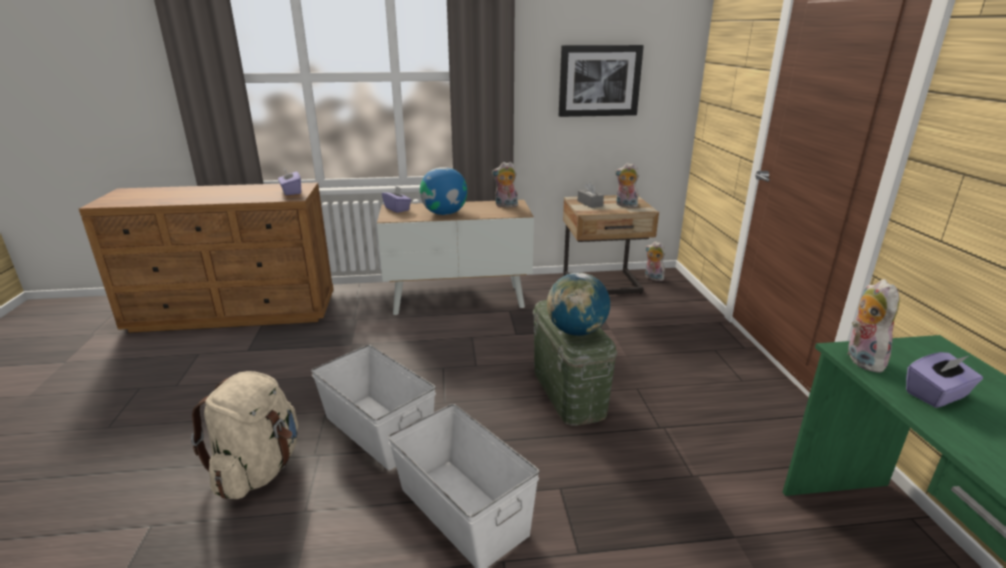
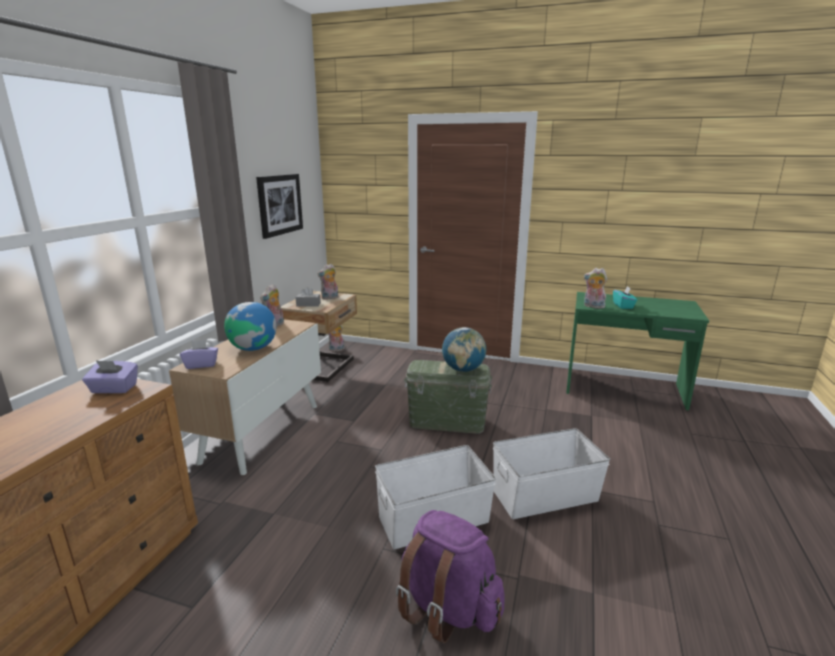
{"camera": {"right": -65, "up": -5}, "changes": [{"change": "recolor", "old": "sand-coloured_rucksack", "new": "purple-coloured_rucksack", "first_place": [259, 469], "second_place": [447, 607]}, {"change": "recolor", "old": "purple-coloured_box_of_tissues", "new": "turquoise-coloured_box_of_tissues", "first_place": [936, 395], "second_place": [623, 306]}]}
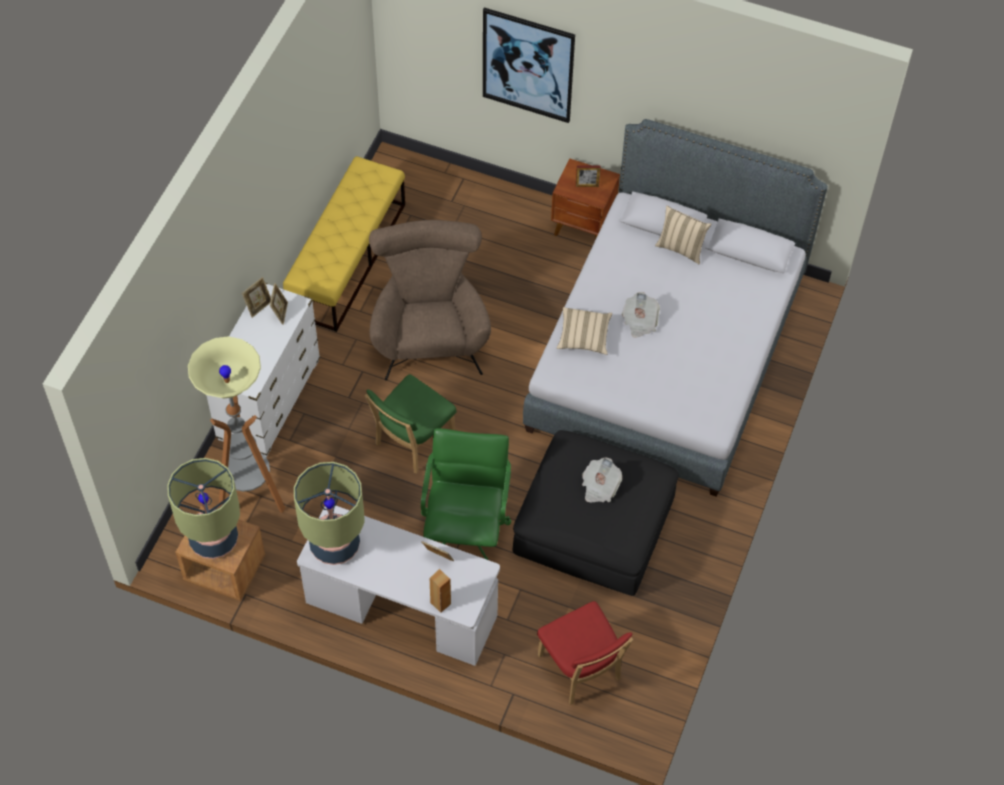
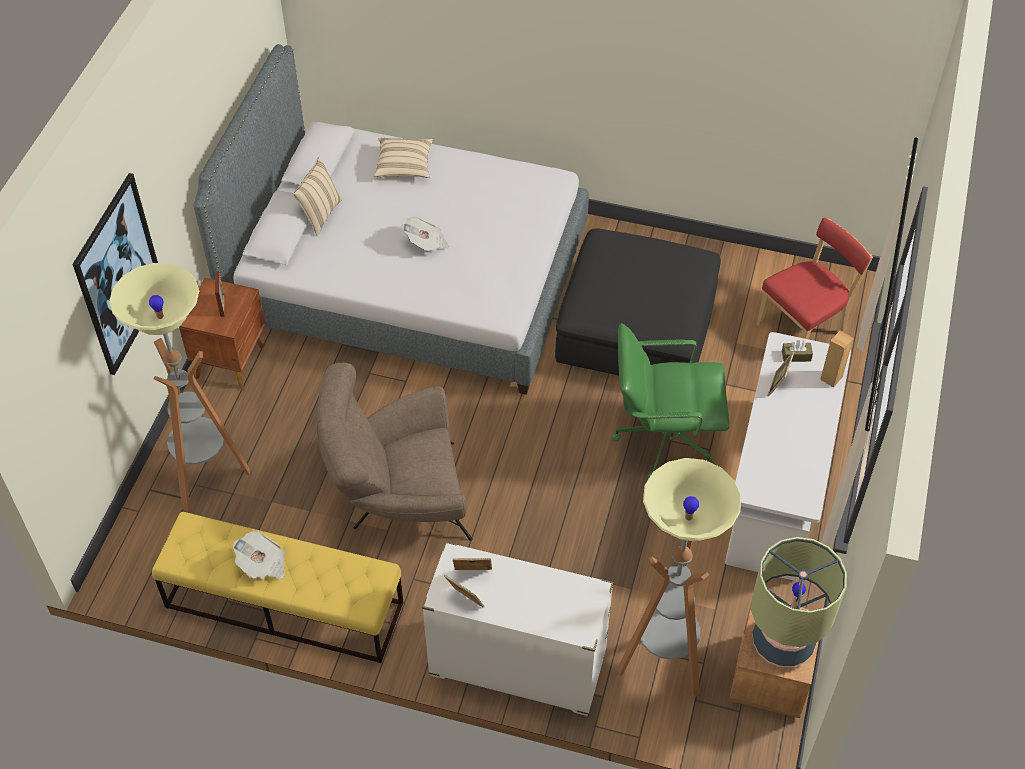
{"camera": {"right": -95, "up": -5}, "changes": [{"change": "delete", "old": "lamp_for_a_table", "first_place": [335, 544]}, {"change": "delete", "old": "green_plain_chair", "first_place": [412, 442]}, {"change": "insert", "new": "standard_lamp", "second_place": [206, 476]}, {"change": "insert", "new": "brown_box_of_tissues", "second_place": [796, 356]}, {"change": "move", "old": "sand-coloured_throw_pillow", "first_place": [584, 336], "second_place": [404, 166]}, {"change": "move", "old": "newspaper", "first_place": [599, 487], "second_place": [263, 564]}]}
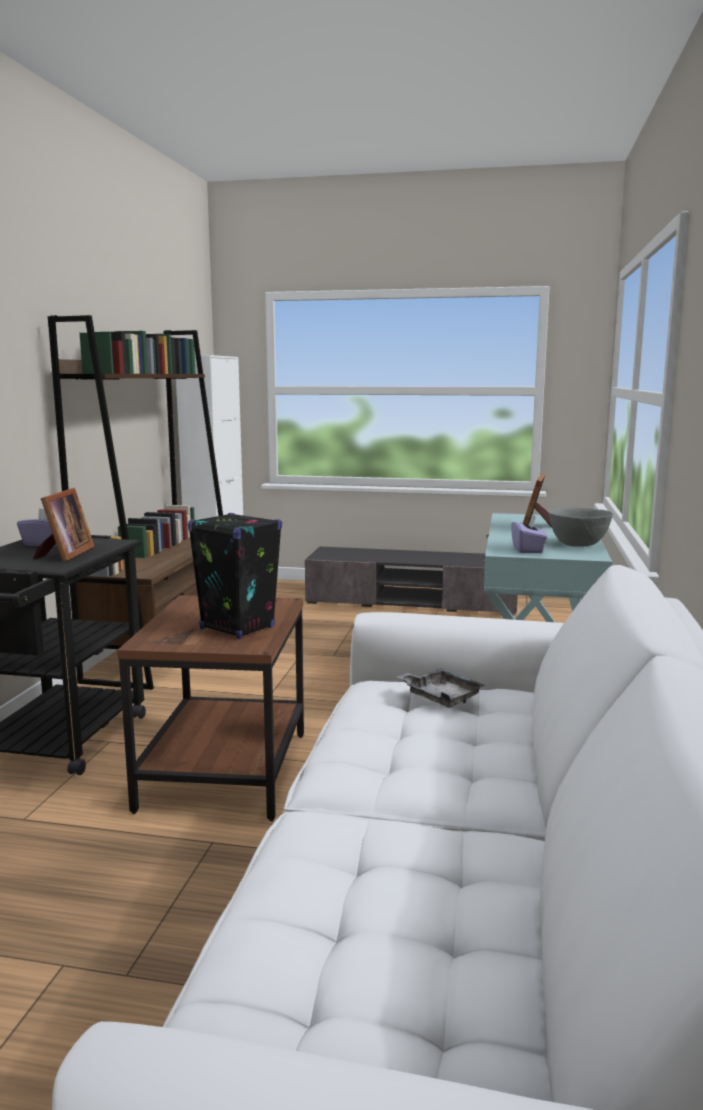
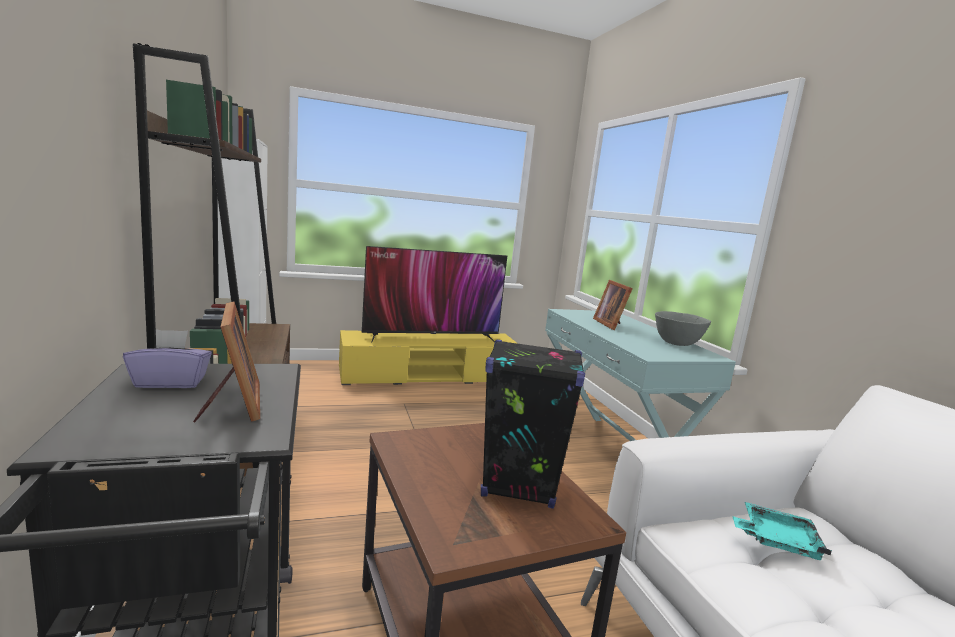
{"camera": {"right": -30, "up": 0}, "changes": [{"change": "delete", "old": "purple-coloured_box_of_tissues", "first_place": [528, 549]}, {"change": "insert", "new": "TV", "second_place": [432, 337]}, {"change": "recolor", "old": "greyish_tv_unit", "new": "yellowish_tv_unit", "first_place": [412, 601], "second_place": [429, 375]}, {"change": "recolor", "old": "greyish_serving_tray", "new": "turquoise-coloured_serving_tray", "first_place": [441, 696], "second_place": [776, 540]}]}
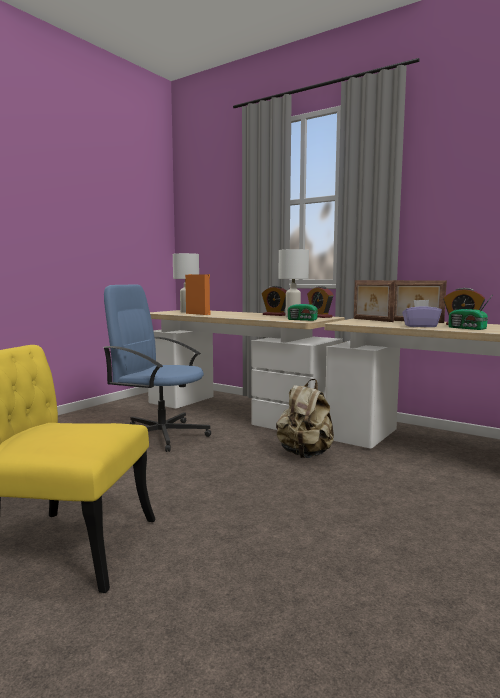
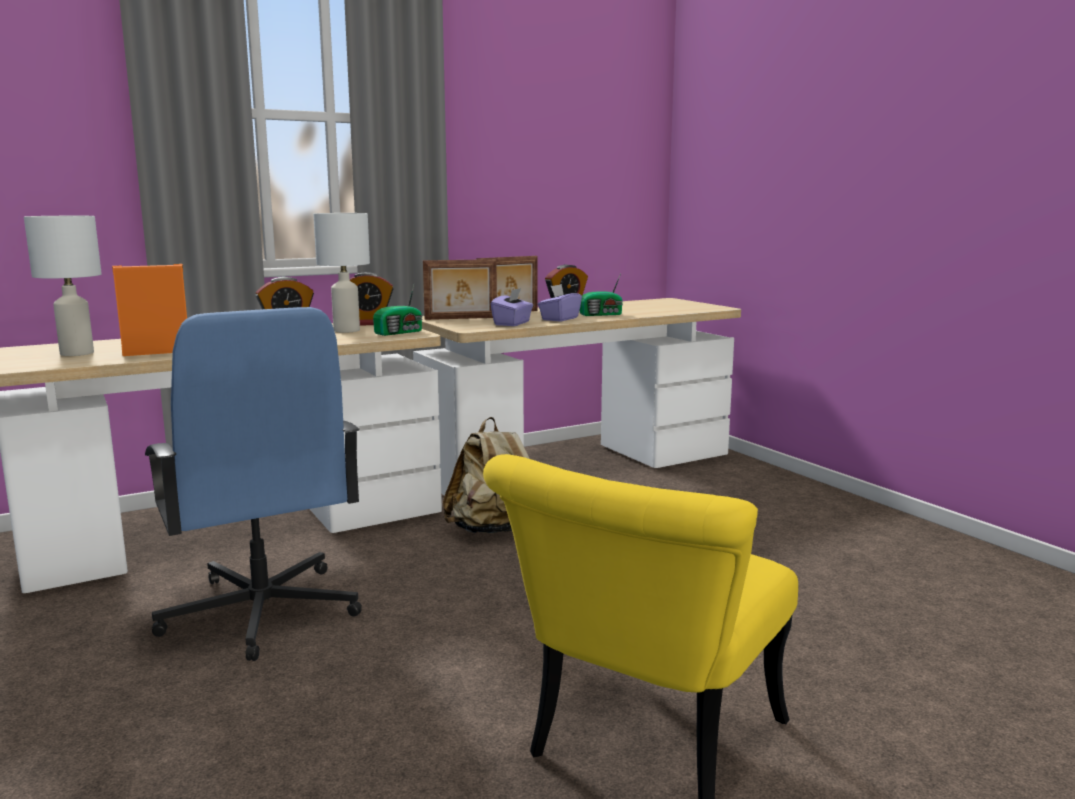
{"camera": {"right": -65, "up": 5}, "changes": [{"change": "insert", "new": "purple-coloured_box_of_tissues", "second_place": [512, 323]}, {"change": "rotate", "old": "blue-coloured_desk_chair", "first_place": [161, 435], "second_place": [261, 613], "degrees": -75}]}
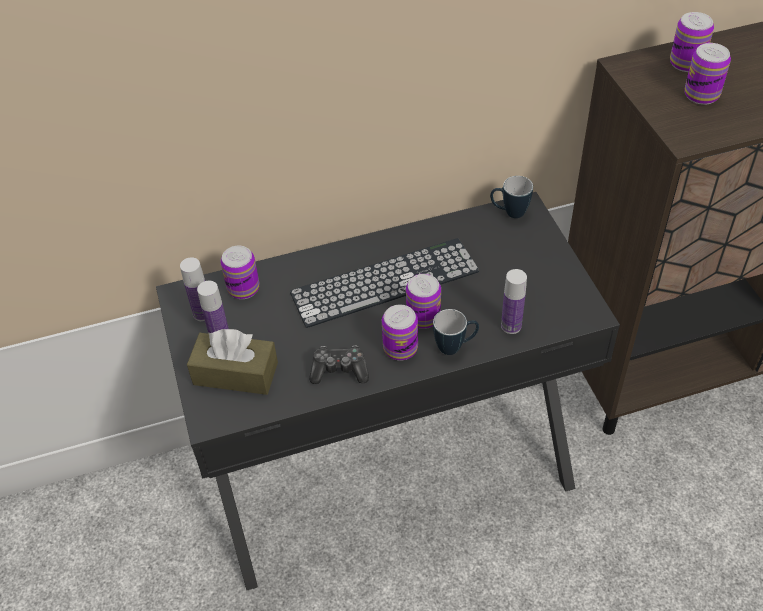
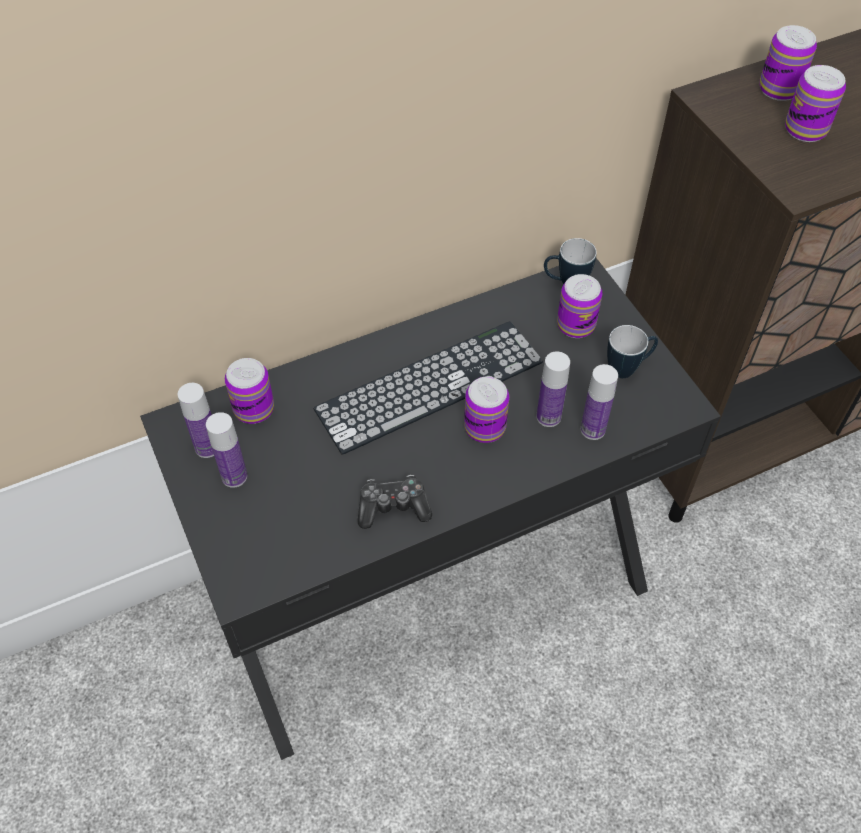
{"camera": {"right": -10, "up": 5}, "changes": [{"change": "delete", "old": "brown_box_of_tissues", "first_place": [235, 373]}, {"change": "insert", "new": "bottle", "second_place": [548, 417]}, {"change": "move", "old": "can", "first_place": [400, 348], "second_place": [576, 325]}, {"change": "move", "old": "tea_mug", "first_place": [455, 347], "second_place": [628, 368]}]}
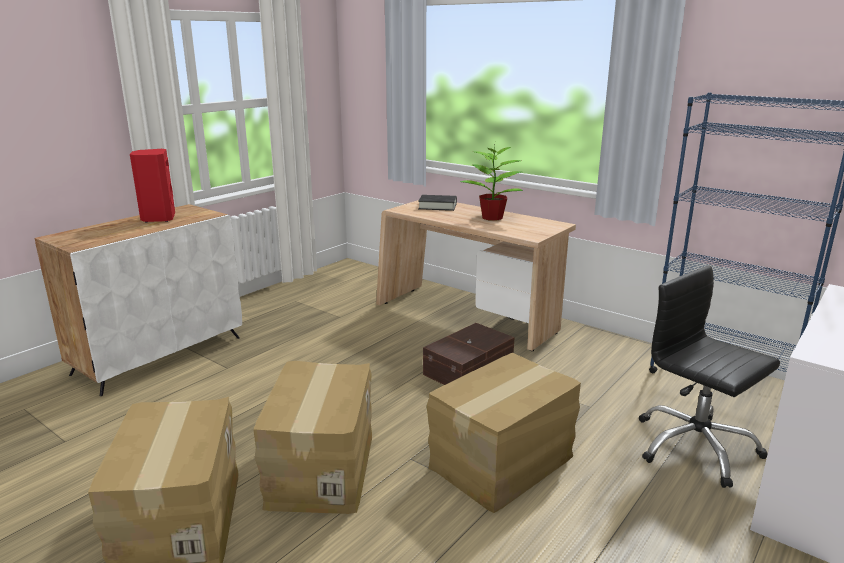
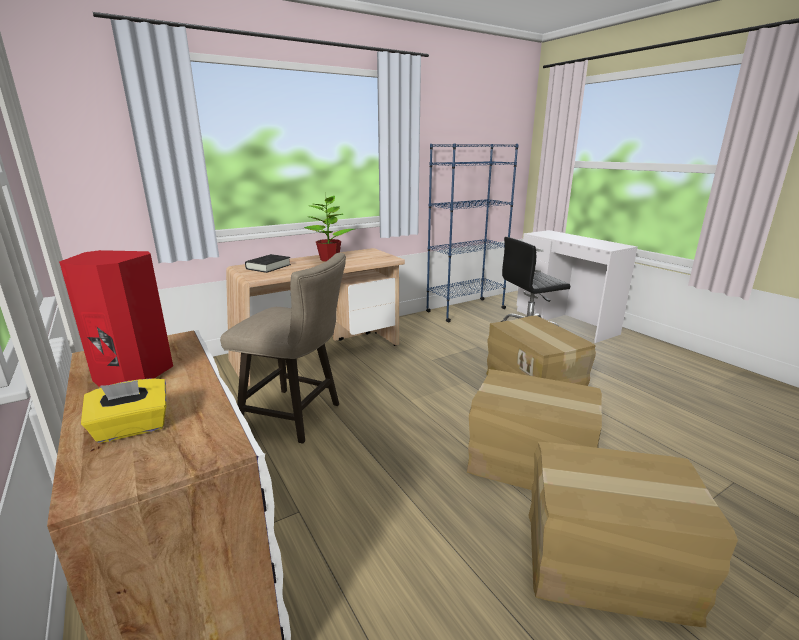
{"camera": {"right": -70, "up": 0}, "changes": [{"change": "delete", "old": "brown_storage_container", "first_place": [470, 369]}, {"change": "insert", "new": "yellowish_box_of_tissues", "second_place": [132, 428]}, {"change": "insert", "new": "sand-coloured_sitting_stool", "second_place": [297, 417]}]}
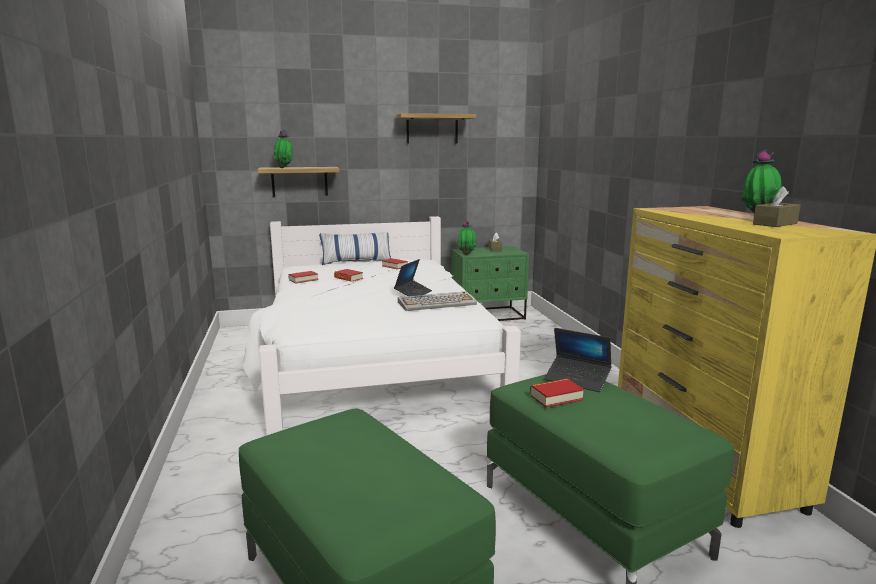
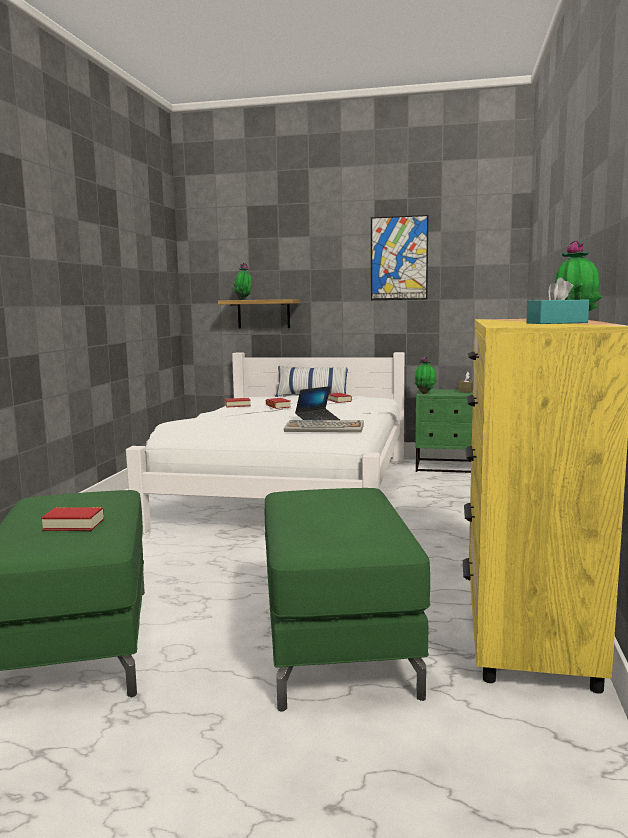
{"camera": {"right": 25, "up": -5}, "changes": [{"change": "delete", "old": "portable_computer", "first_place": [577, 379]}, {"change": "move", "old": "book", "first_place": [556, 397], "second_place": [74, 524]}, {"change": "replace", "old": "wall_shelf", "new": "wall_art", "first_place": [432, 129], "second_place": [399, 258]}, {"change": "recolor", "old": "brown_box_of_tissues", "new": "turquoise-coloured_box_of_tissues", "first_place": [775, 224], "second_place": [556, 323]}]}
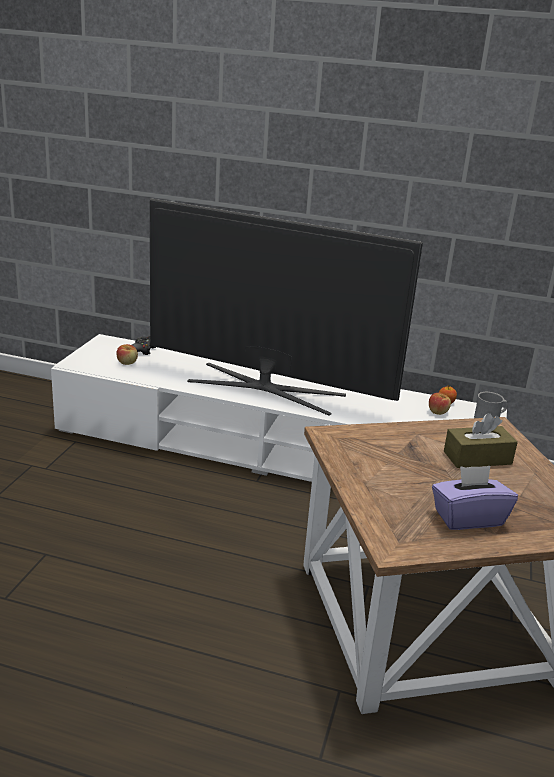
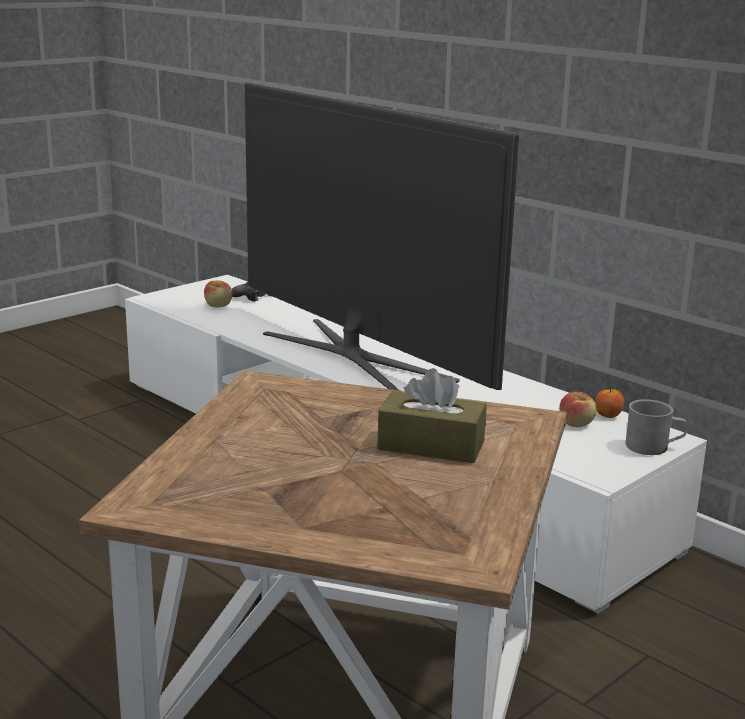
{"camera": {"right": 30, "up": -5}, "changes": [{"change": "delete", "old": "purple-coloured_box_of_tissues", "first_place": [468, 518]}]}
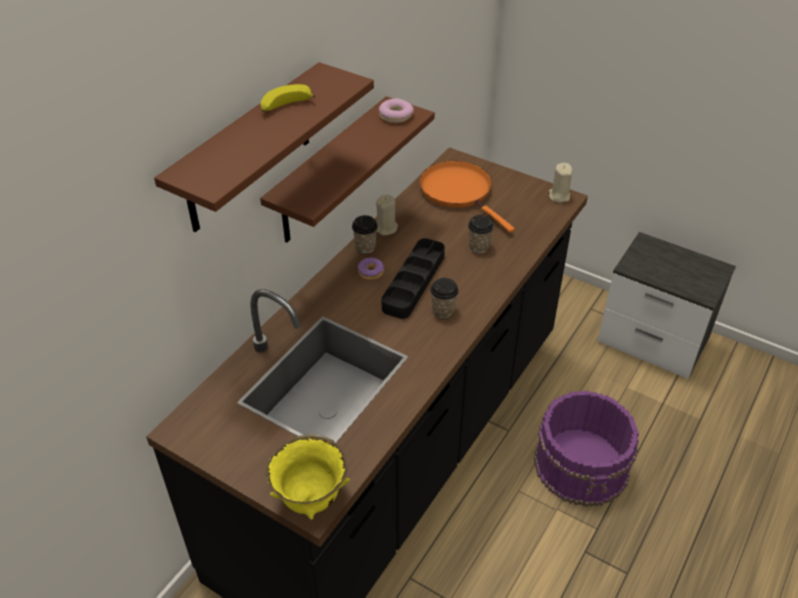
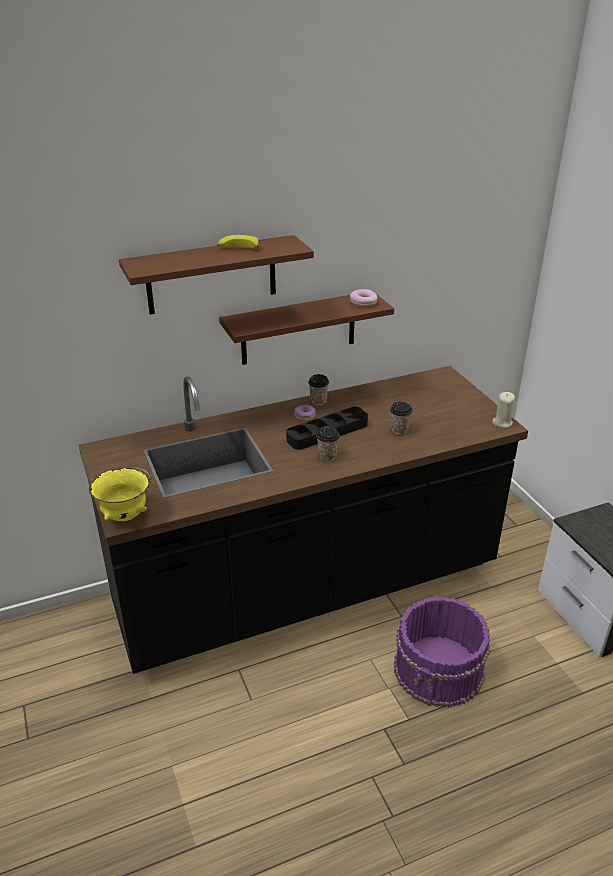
{"camera": {"right": 35, "up": -10}, "changes": [{"change": "delete", "old": "sand-coloured_wax_candle", "first_place": [386, 228]}, {"change": "delete", "old": "orangey_pan", "first_place": [459, 191]}]}
